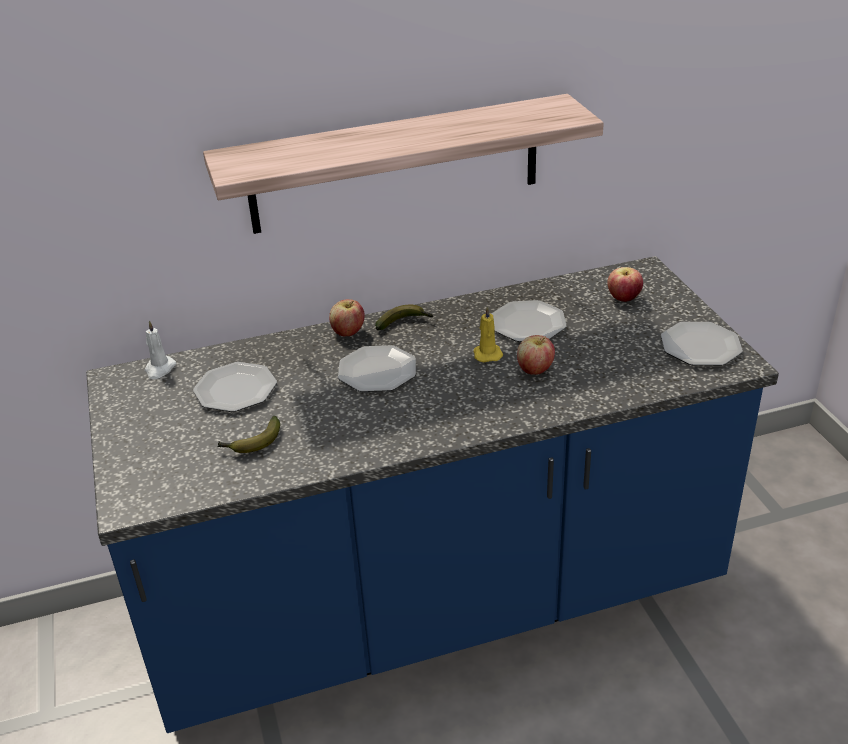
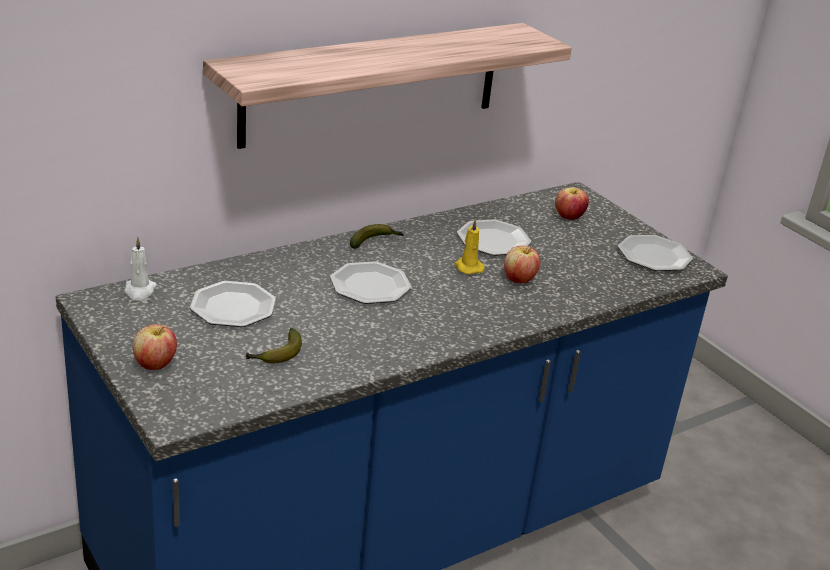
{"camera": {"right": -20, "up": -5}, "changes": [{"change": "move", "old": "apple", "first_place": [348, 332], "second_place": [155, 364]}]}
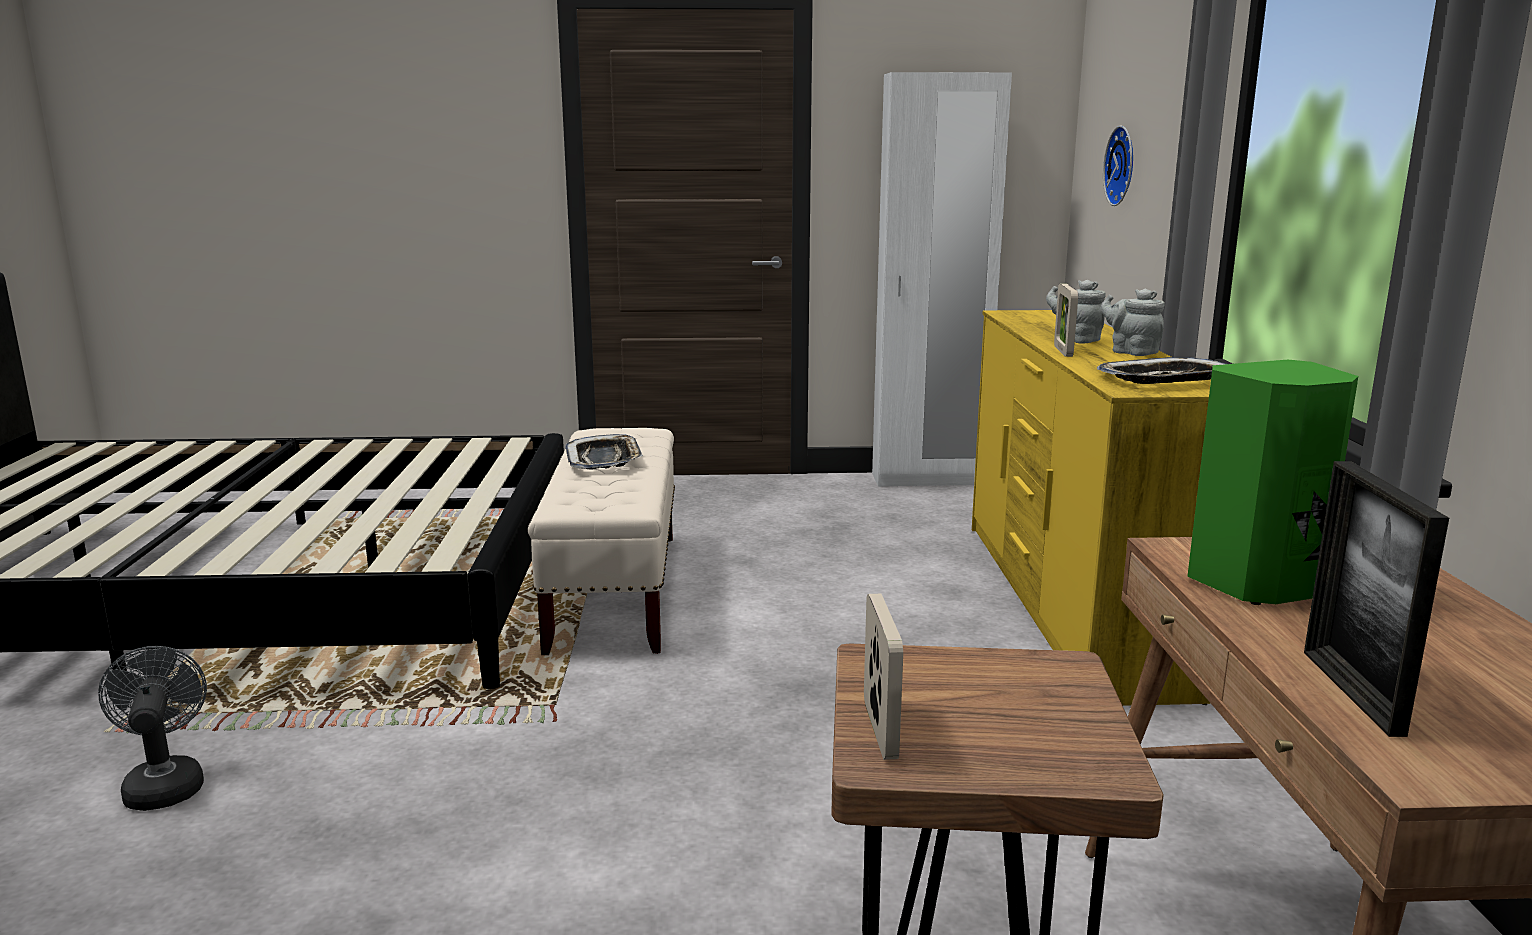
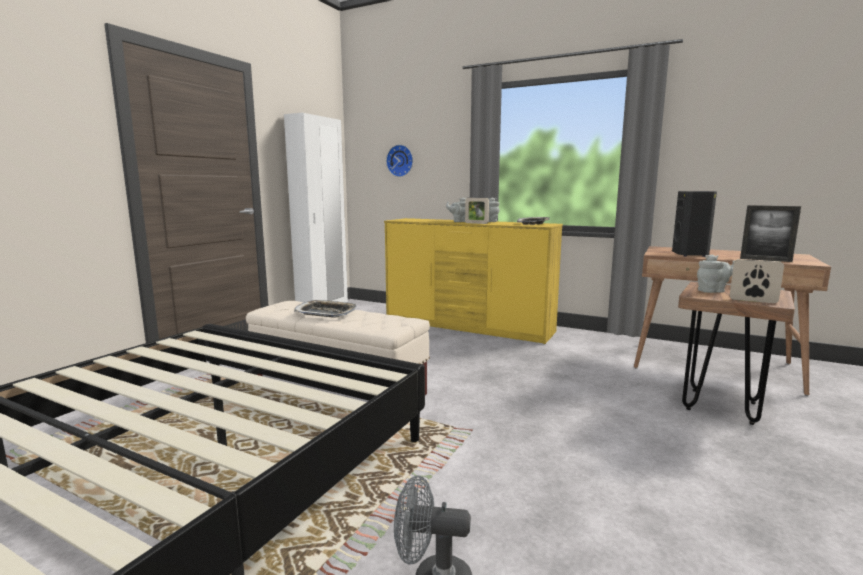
{"camera": {"right": -60, "up": -5}, "changes": [{"change": "insert", "new": "greyish_pot_for_tea", "second_place": [713, 291]}, {"change": "recolor", "old": "green_audio_speaker", "new": "black-coloured_audio_speaker", "first_place": [1258, 586], "second_place": [690, 254]}]}
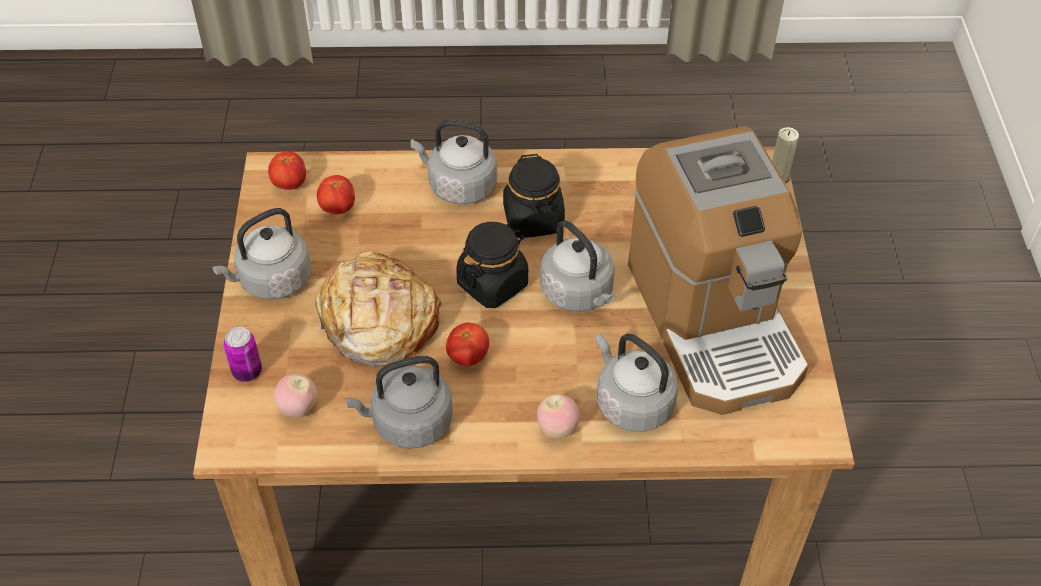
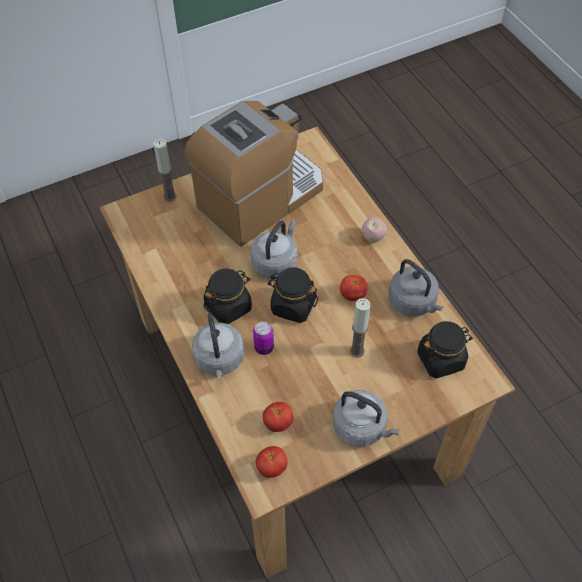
{"camera": {"right": -115, "up": 5}, "changes": [{"change": "delete", "old": "greyish_kettle", "first_place": [631, 402]}, {"change": "move", "old": "can", "first_place": [247, 371], "second_place": [264, 347]}, {"change": "replace", "old": "apple", "new": "black-coloured_jar", "first_place": [298, 409], "second_place": [441, 359]}, {"change": "replace", "old": "bakery_bread", "new": "wax_candle", "first_place": [377, 322], "second_place": [357, 351]}]}
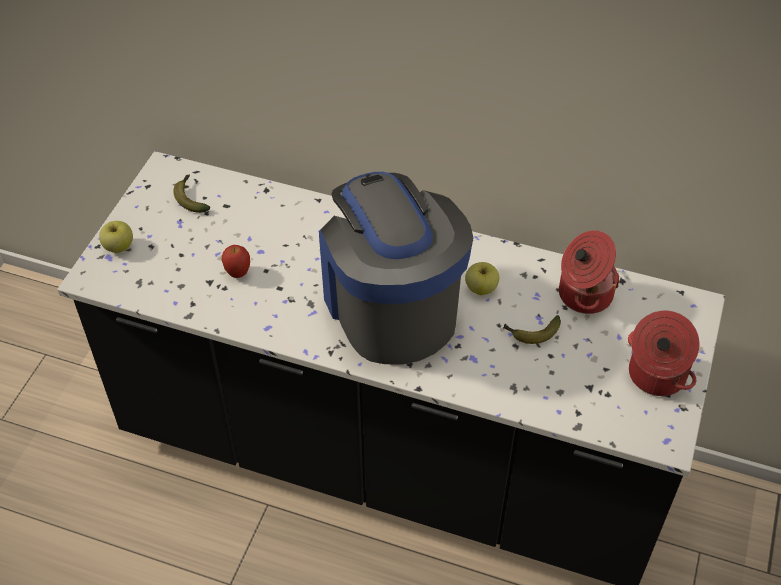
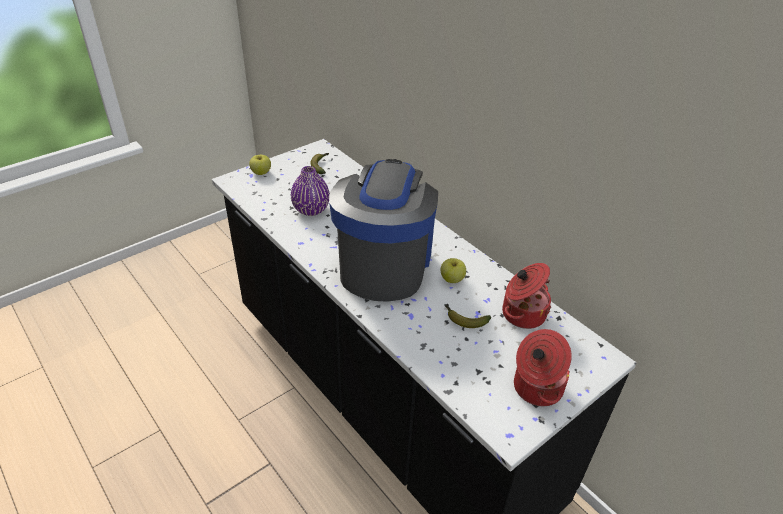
{"camera": {"right": 30, "up": -10}, "changes": [{"change": "replace", "old": "apple", "new": "purple-coloured_flower_vase", "first_place": [238, 273], "second_place": [311, 210]}]}
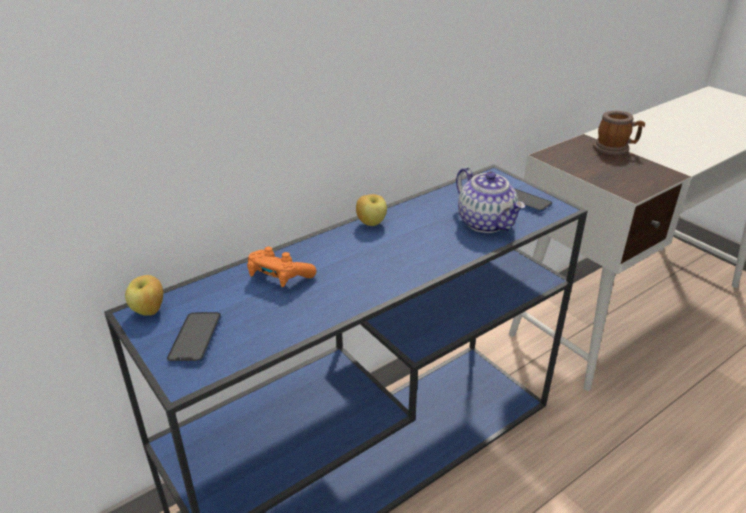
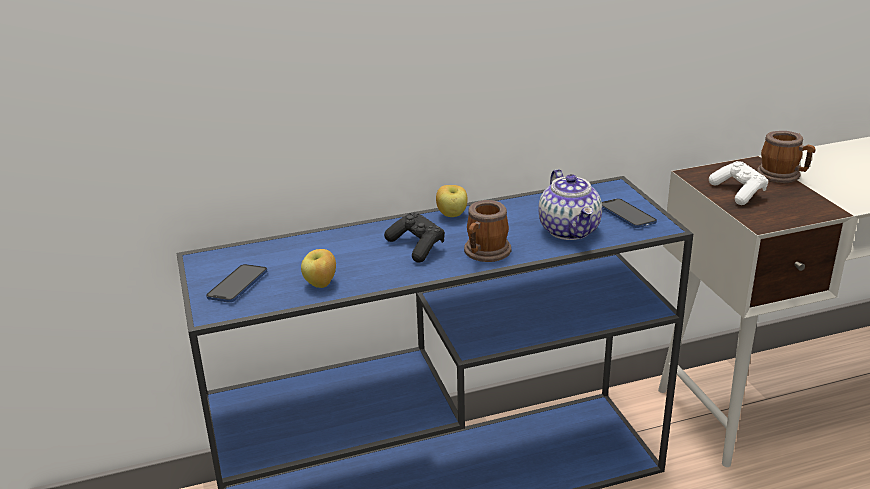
{"camera": {"right": 20, "up": -5}, "changes": [{"change": "delete", "old": "orangey_joypad", "first_place": [279, 277]}, {"change": "insert", "new": "black-coloured_joypad", "second_place": [416, 246]}, {"change": "insert", "new": "tea_mug", "second_place": [485, 253]}, {"change": "insert", "new": "whitish_joypad", "second_place": [738, 192]}, {"change": "move", "old": "apple", "first_place": [149, 311], "second_place": [321, 284]}]}
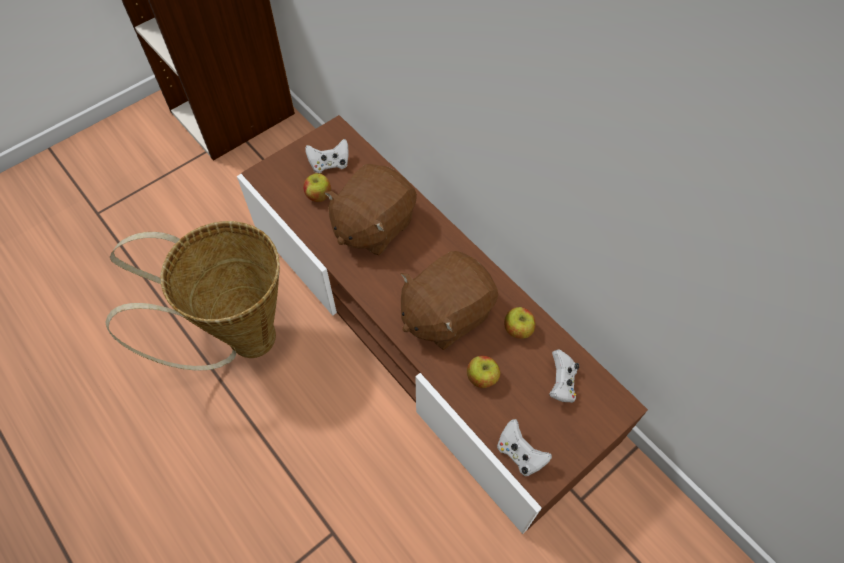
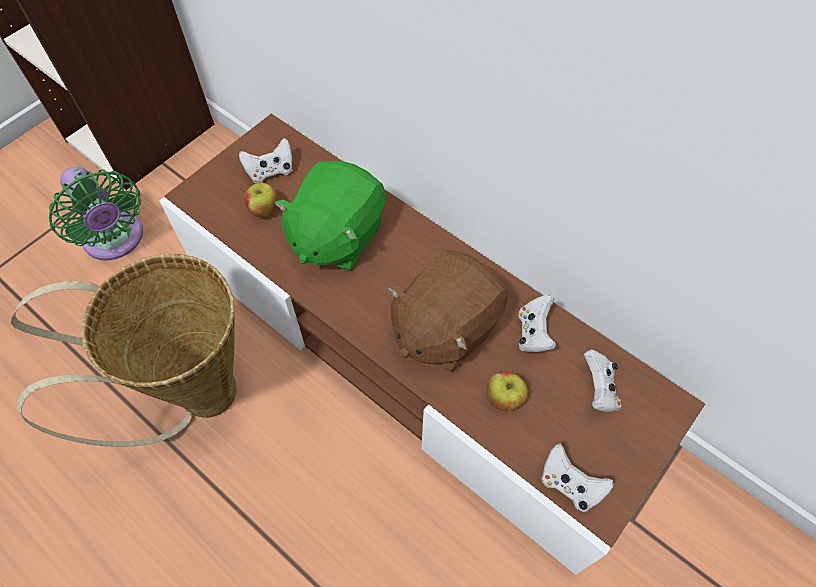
{"camera": {"right": -10, "up": 0}, "changes": [{"change": "insert", "new": "green_electric_fan", "second_place": [116, 240]}, {"change": "replace", "old": "apple", "new": "whitish_joypad", "first_place": [518, 329], "second_place": [533, 333]}, {"change": "recolor", "old": "brown_soft_toy", "new": "green_soft_toy", "first_place": [373, 225], "second_place": [336, 236]}]}
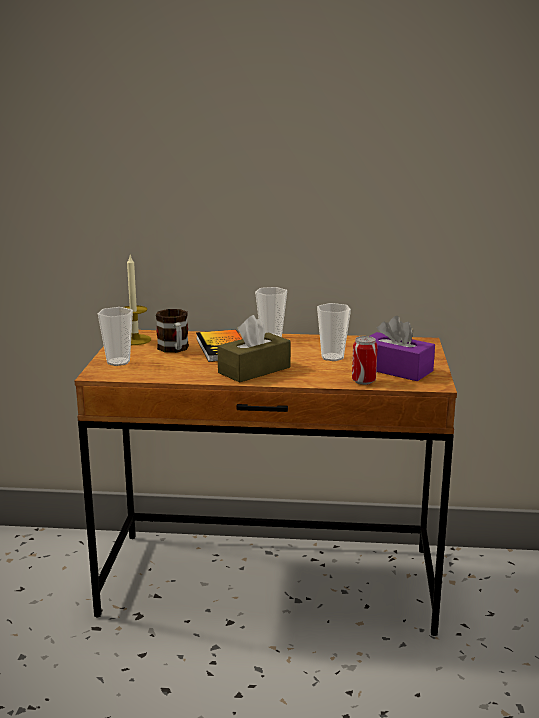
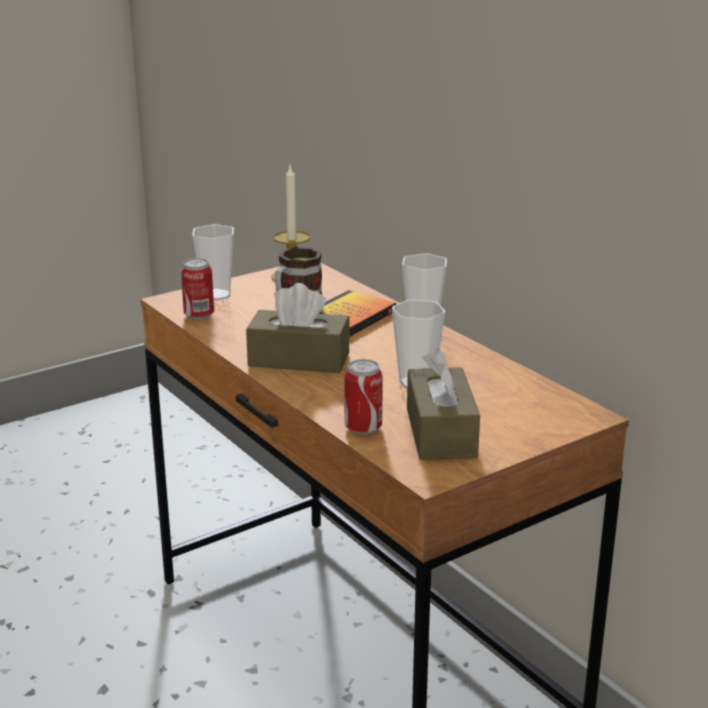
{"camera": {"right": 50, "up": 5}, "changes": [{"change": "insert", "new": "can", "second_place": [199, 315]}, {"change": "recolor", "old": "purple-coloured_box_of_tissues", "new": "brown_box_of_tissues", "first_place": [395, 369], "second_place": [441, 432]}]}
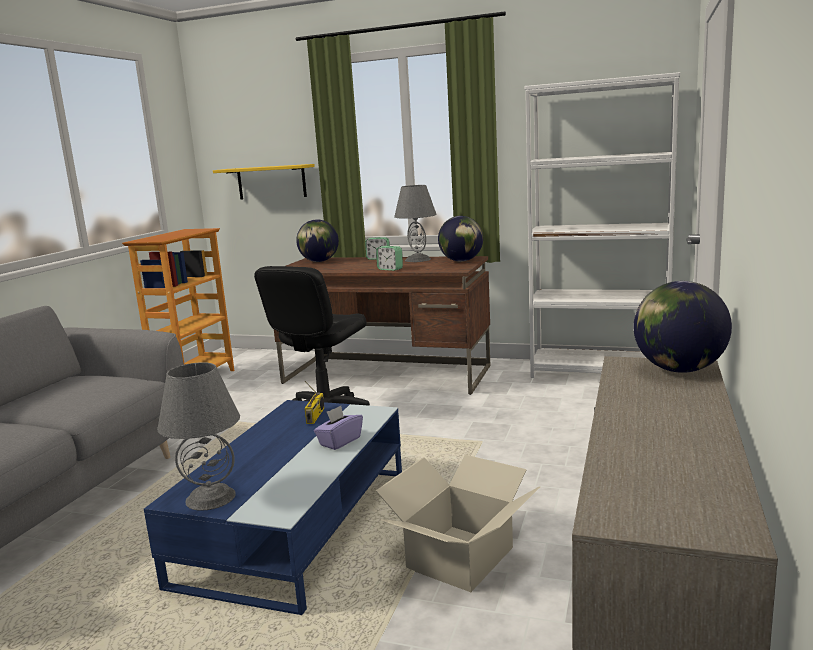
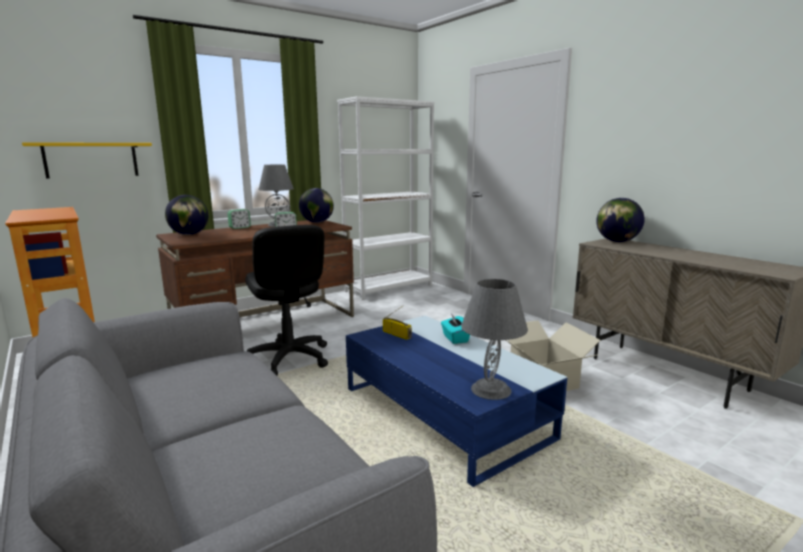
{"camera": {"right": -55, "up": 0}, "changes": [{"change": "recolor", "old": "purple-coloured_box_of_tissues", "new": "turquoise-coloured_box_of_tissues", "first_place": [339, 441], "second_place": [455, 338]}]}
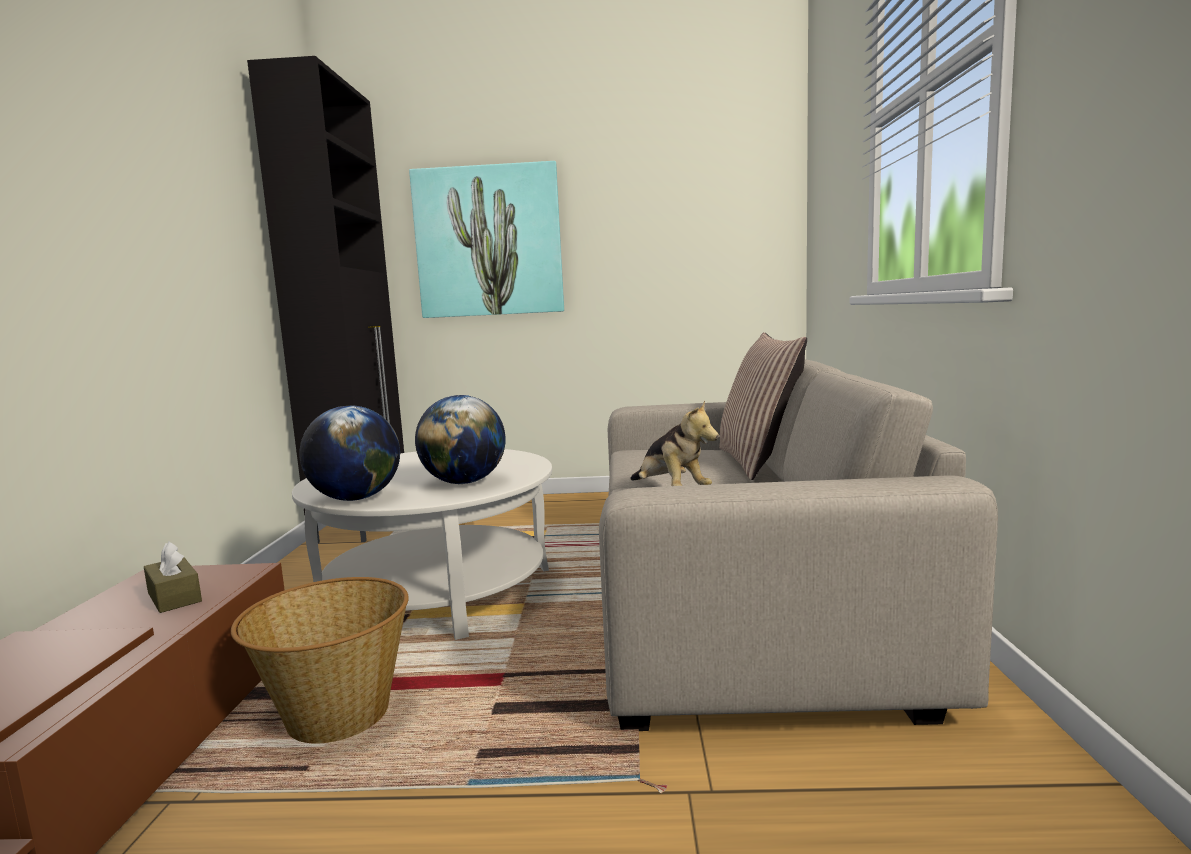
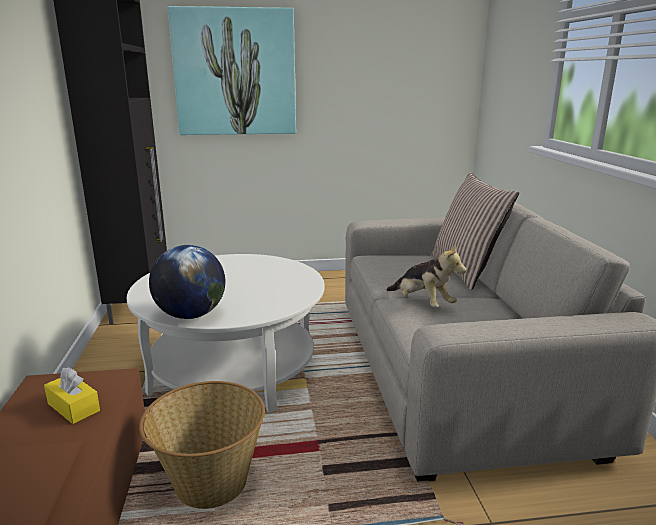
{"camera": {"right": -10, "up": 10}, "changes": [{"change": "delete", "old": "desk_globe", "first_place": [464, 482]}, {"change": "recolor", "old": "brown_box_of_tissues", "new": "yellowish_box_of_tissues", "first_place": [174, 597], "second_place": [73, 407]}]}
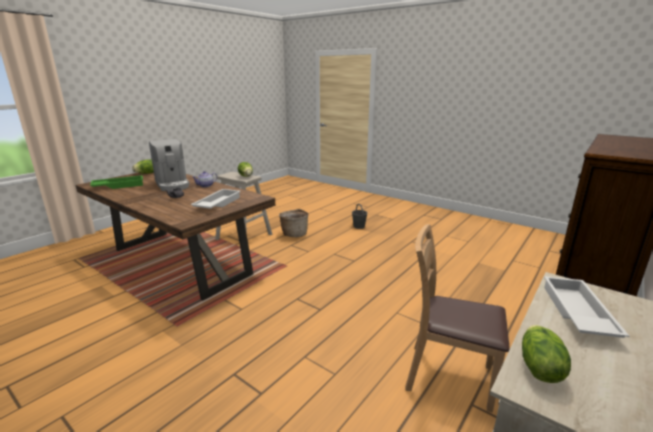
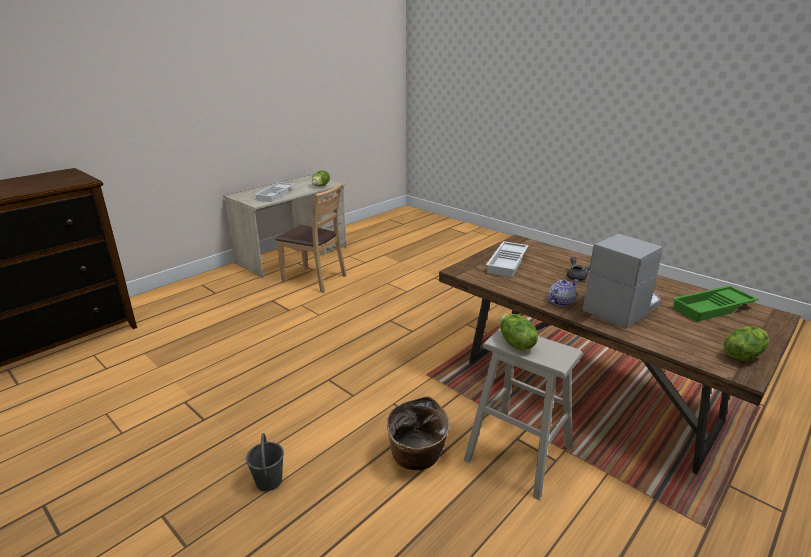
{"camera": {"right": -175, "up": 5}, "changes": [{"change": "rotate", "old": "coffee_maker", "first_place": [172, 184], "second_place": [622, 307], "degrees": 75}]}
